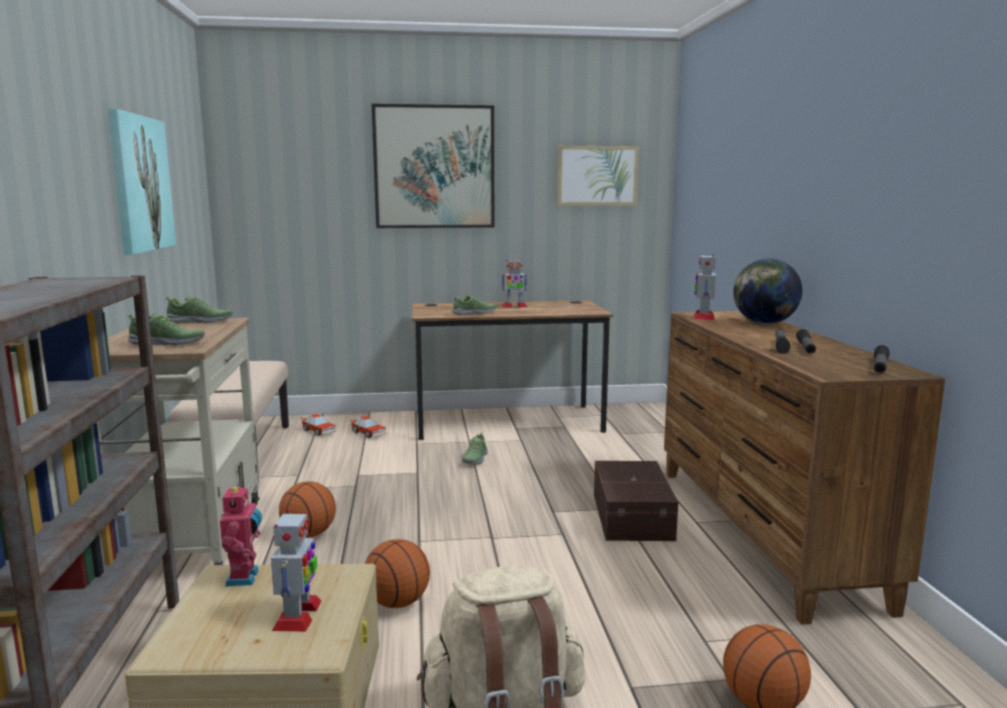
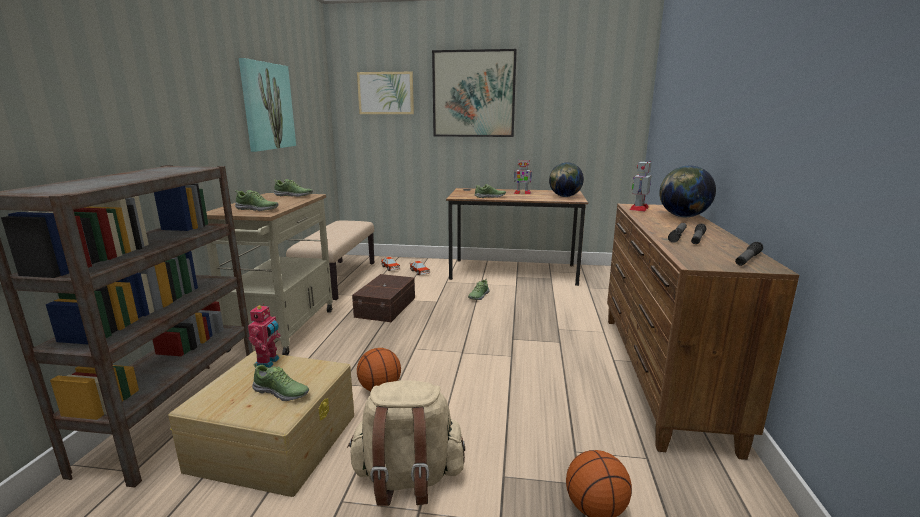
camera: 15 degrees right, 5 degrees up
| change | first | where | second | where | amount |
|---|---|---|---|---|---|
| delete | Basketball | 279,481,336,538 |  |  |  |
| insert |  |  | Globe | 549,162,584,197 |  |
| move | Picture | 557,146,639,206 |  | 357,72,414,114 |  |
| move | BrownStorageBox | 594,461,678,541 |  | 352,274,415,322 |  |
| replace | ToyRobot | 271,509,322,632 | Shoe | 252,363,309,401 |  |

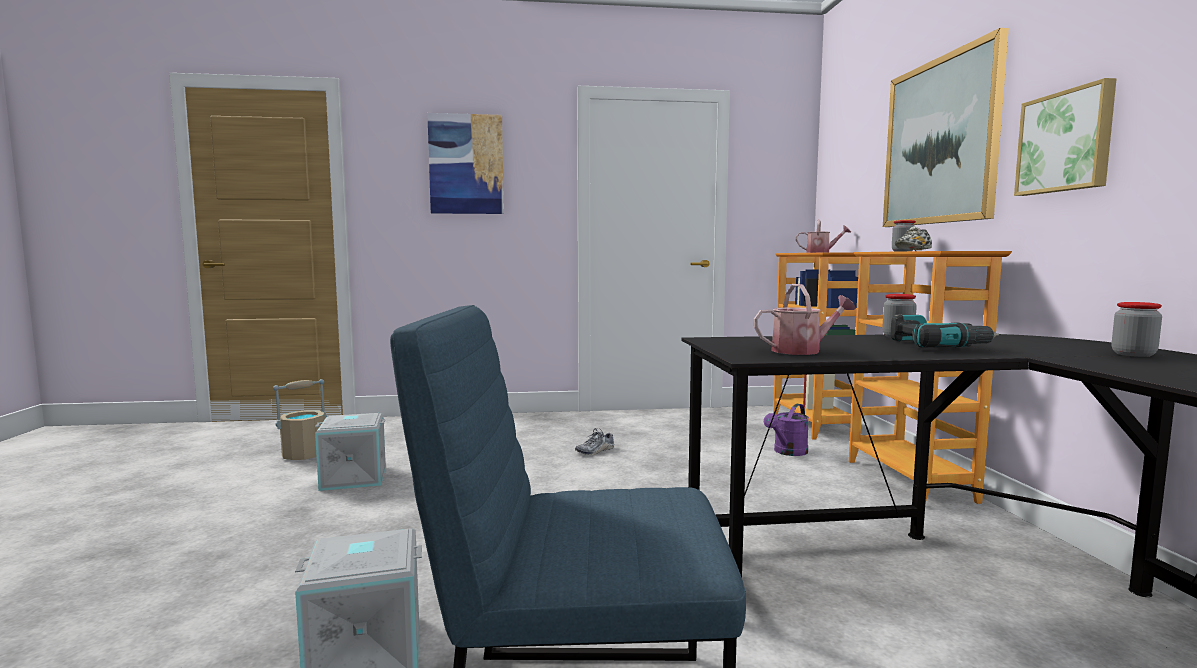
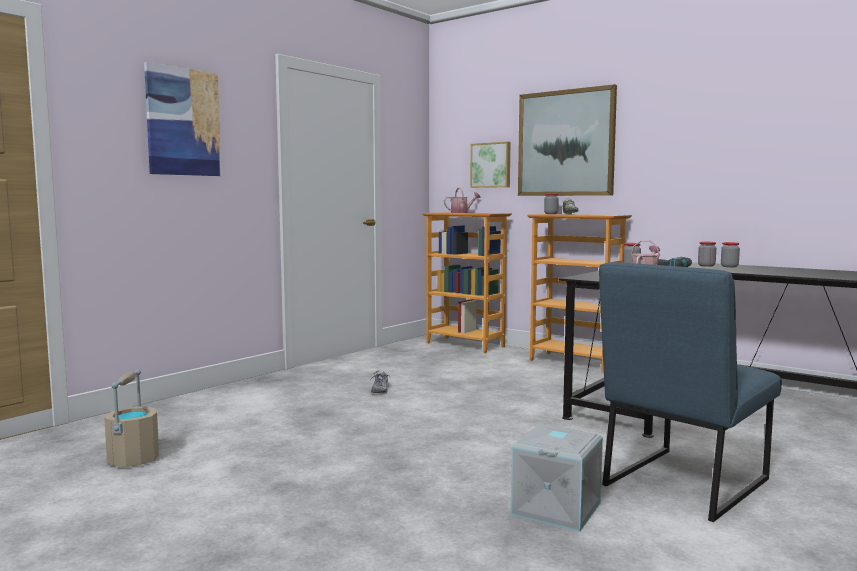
camera: 45 degrees left, 0 degrees up
| change | first | where | second | where | amount |
|---|---|---|---|---|---|
| delete | GreyStorageBox | 315,413,386,491 |  |  |  |
| delete | PurpleWateringCan | 764,404,809,456 |  |  |  |
| insert |  |  | Jar | 698,242,716,267 |  |
| move | Picture | 1014,78,1117,196 |  | 470,142,510,188 |  |

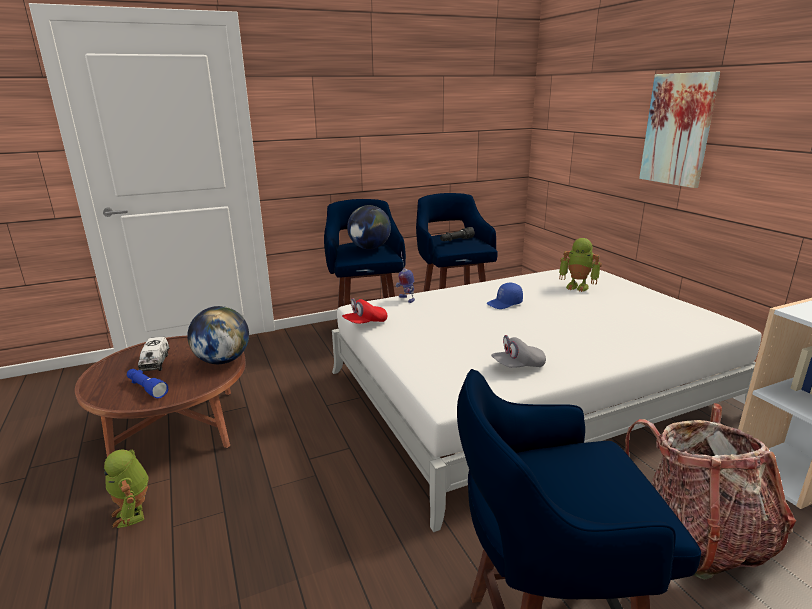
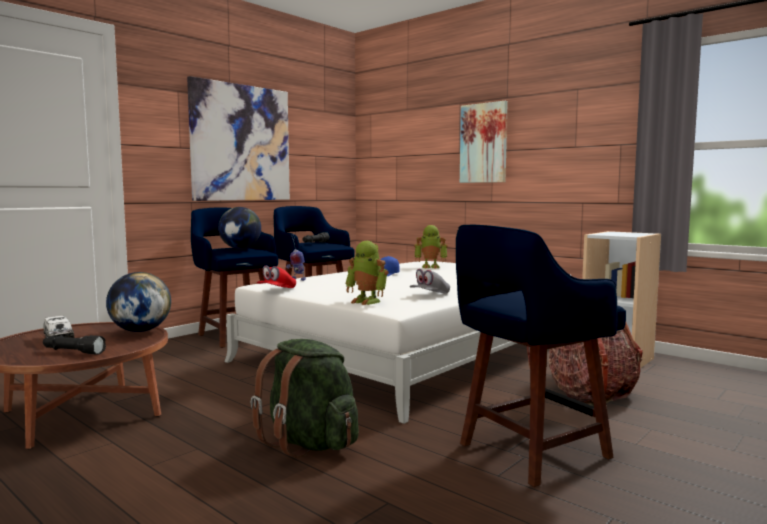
camera: 25 degrees left, 15 degrees down
| change | first | where | second | where | amount |
|---|---|---|---|---|---|
| insert |  |  | Picture | 187,76,290,201 |  |
| insert |  |  | GreenBackpack | 250,339,359,458 |  |
| move | ToyRobot | 104,450,149,528 |  | 346,241,389,305 |  |
| recolor | BlueFlashlight | 127,369,169,398 | BlackFlashlight | 43,335,106,355 |  |

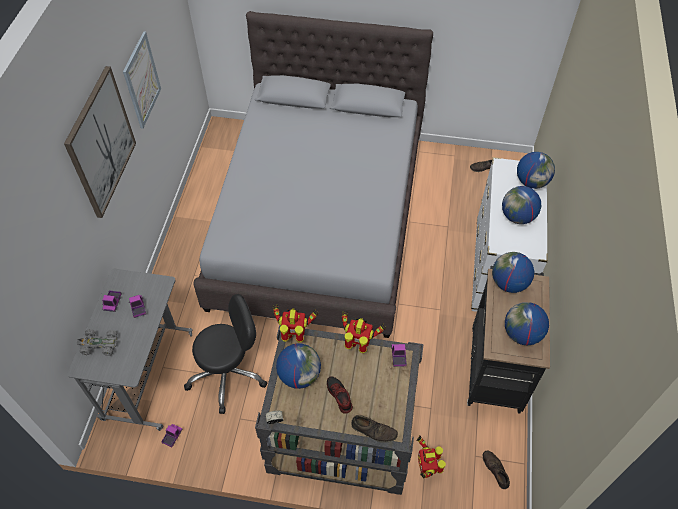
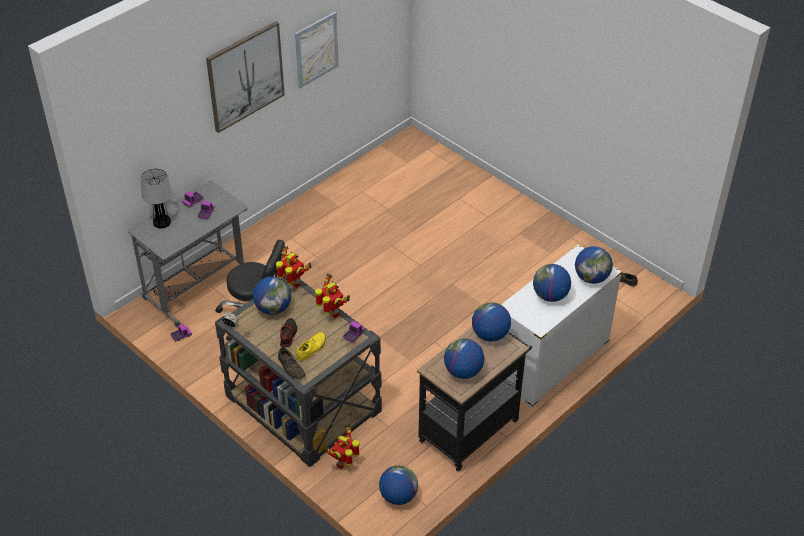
camera: 35 degrees right, 10 degrees down
| change | first | where | second | where | amount |
|---|---|---|---|---|---|
| delete | GreyBed | 193,11,433,338 |  |  |  |
| insert |  |  | YellowShoe | 296,332,326,360 |  |
| replace | GreyToyCar | 77,329,118,356 | TableLamp | 140,168,172,229 |  |
| replace | BrownShoe | 483,451,510,489 | Globe | 379,465,418,505 |  |

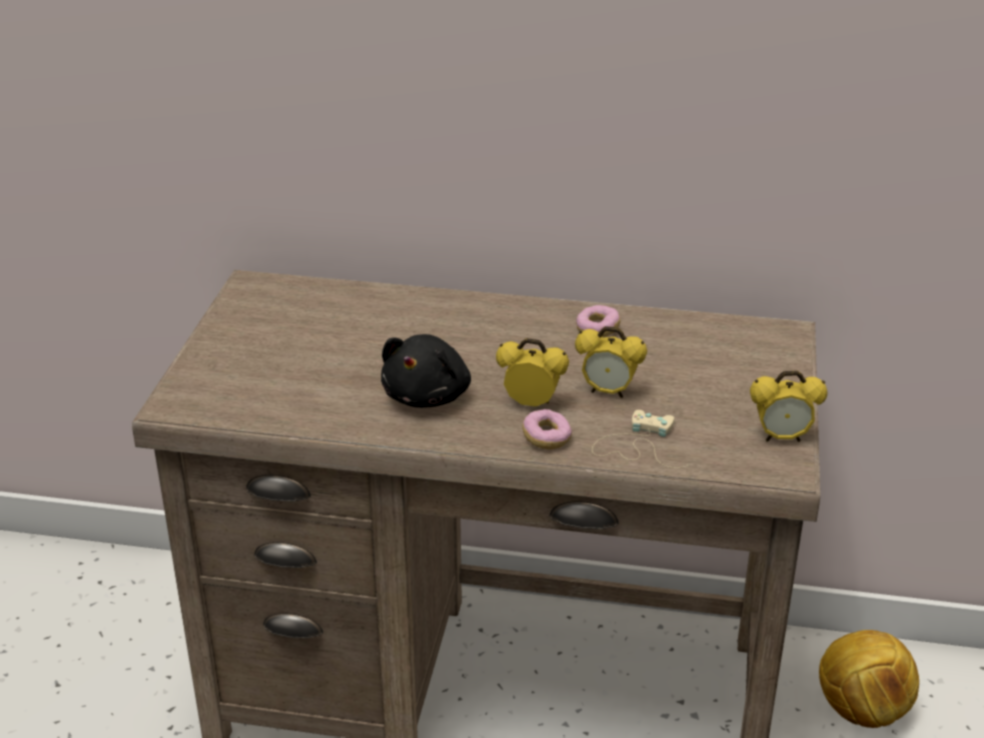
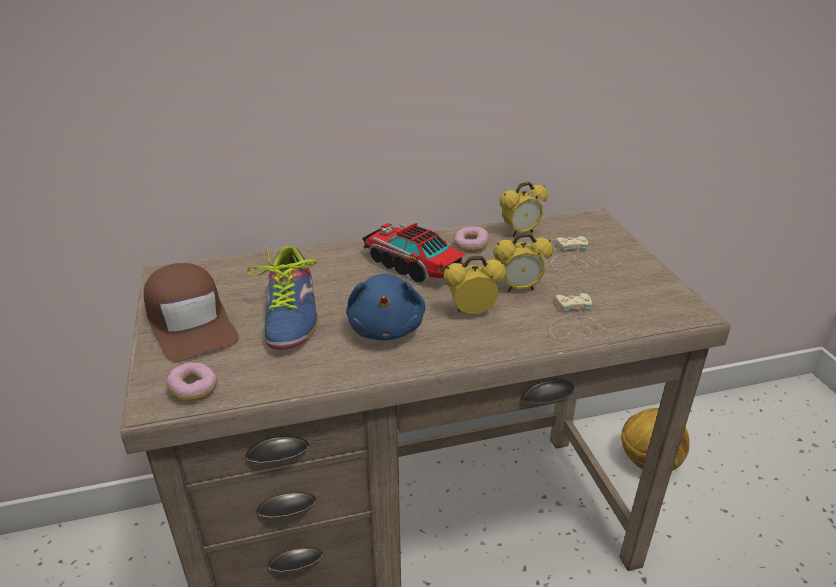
camera: 25 degrees left, 0 degrees up
| change | first | where | second | where | amount |
|---|---|---|---|---|---|
| insert |  |  | BrownCap | 144,263,239,362 |  |
| insert |  |  | Shoe | 247,244,318,350 |  |
| insert |  |  | ToyTruck | 362,223,465,285 |  |
| insert |  |  | BeigeGameController | 551,236,622,271 |  |
| move | Donut | 522,409,572,449 |  | 166,362,217,402 |  |
| move | AlarmClock | 750,371,827,442 |  | 500,181,548,237 |  |
| recolor | BlackPlushToy | 381,334,471,408 | BluePlushToy | 346,274,426,340 |  |

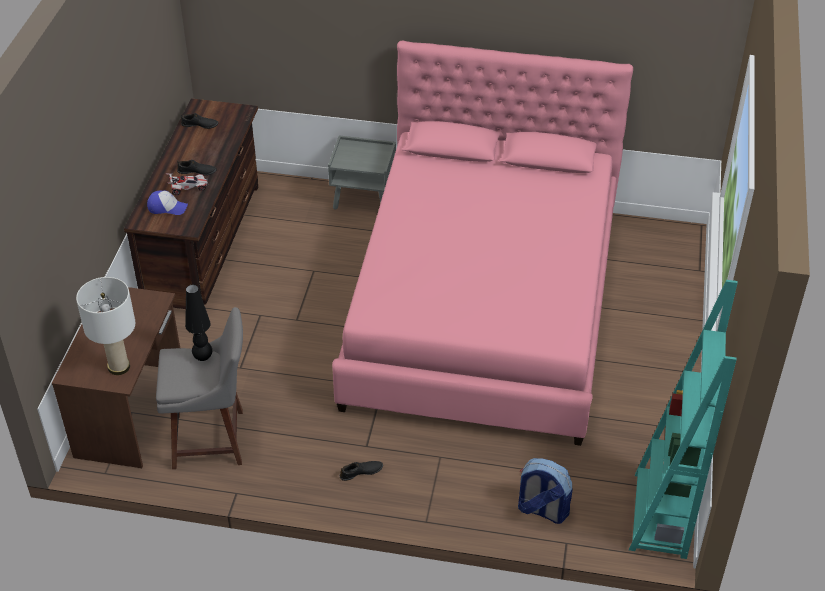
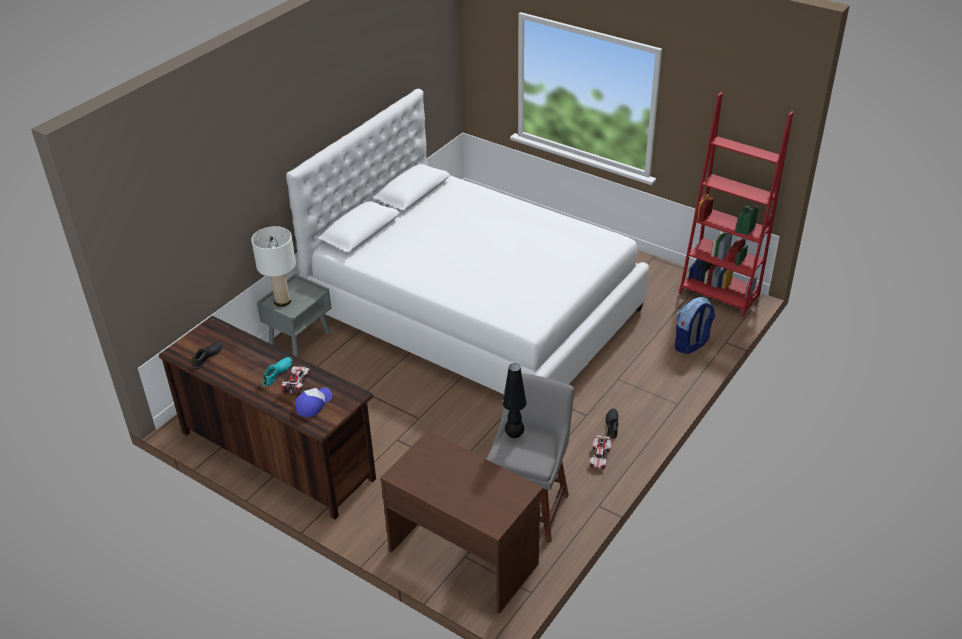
camera: 65 degrees left, 5 degrees down
| change | first | where | second | where | amount |
|---|---|---|---|---|---|
| insert |  |  | ToyCar | 590,432,612,470 |  |
| move | WhiteTableLamp | 76,277,135,375 |  | 251,226,296,307 |  |
| recolor | BlackShoe | 177,160,217,176 | TurquoiseShoe | 262,357,292,386 |  |
| recolor | PinkBed | 332,40,633,446 | WhiteBed | 286,89,649,394 |  |
| recolor | TurquoiseBookcase | 629,280,738,559 | RedBookcase | 679,92,794,317 |  |

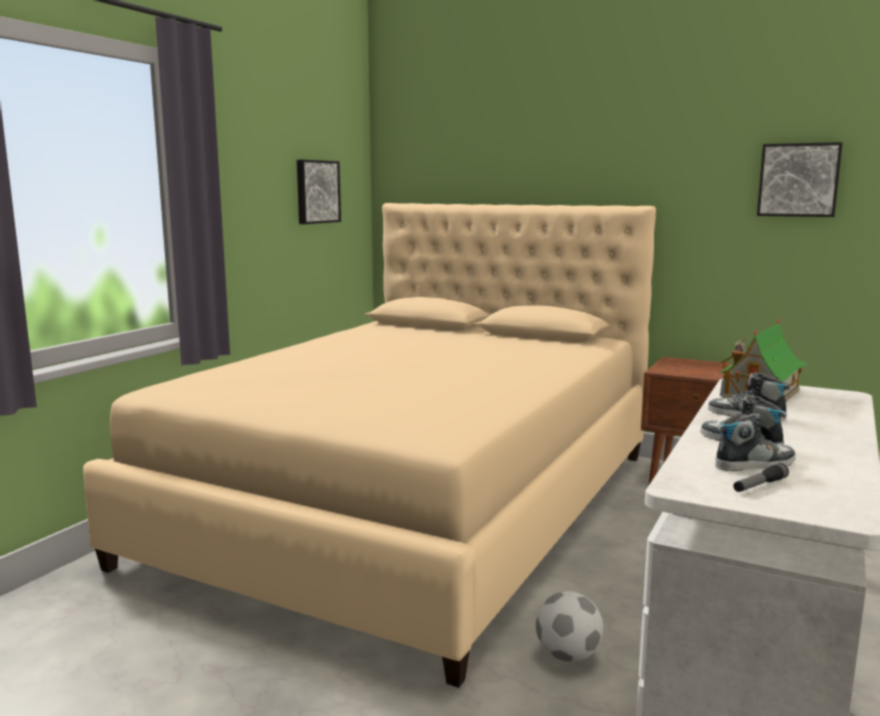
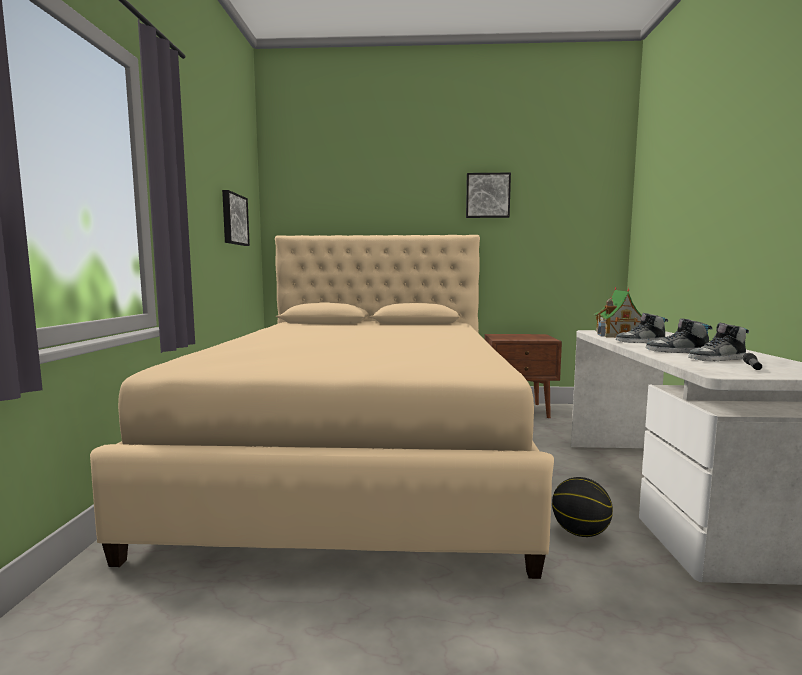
camera: 25 degrees left, 5 degrees down
| change | first | where | second | where | amount |
|---|---|---|---|---|---|
| move | Picture | 757,142,843,217 |  | 466,173,511,218 |  |
| replace | Football | 536,591,603,662 | Basketball | 552,477,613,537 |  |
| rotate | Shoe | 715,413,796,471 |  | 688,323,749,361 | 150 degrees counterclockwise |

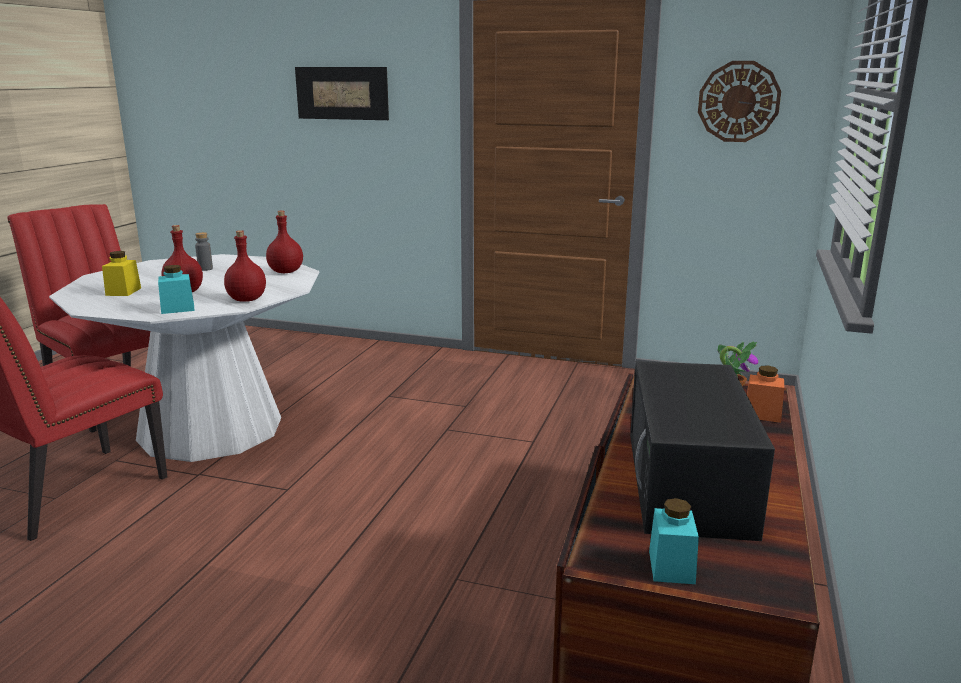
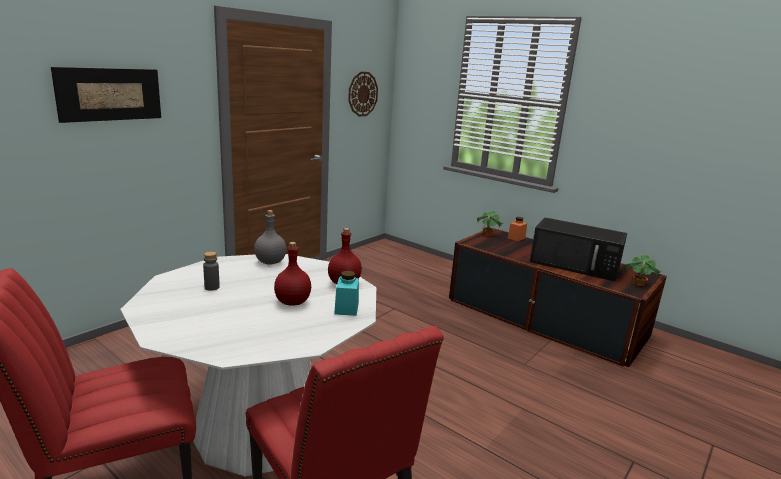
camera: 70 degrees left, 0 degrees up
| change | first | where | second | where | amount |
|---|---|---|---|---|---|
| delete | YellowJar | 102,251,141,296 |  |  |  |
| replace | TurquoiseJar | 649,498,699,584 | PottedPlant | 625,254,661,286 |  |
| recolor | RedBottle | 266,211,303,273 | GreyBottle | 254,210,286,265 |  |

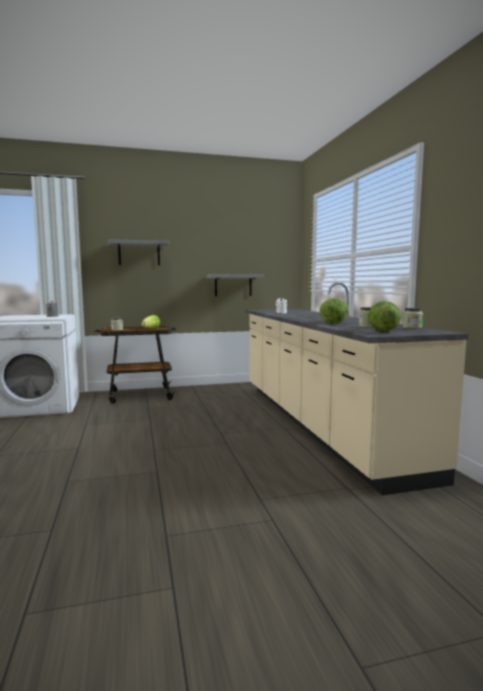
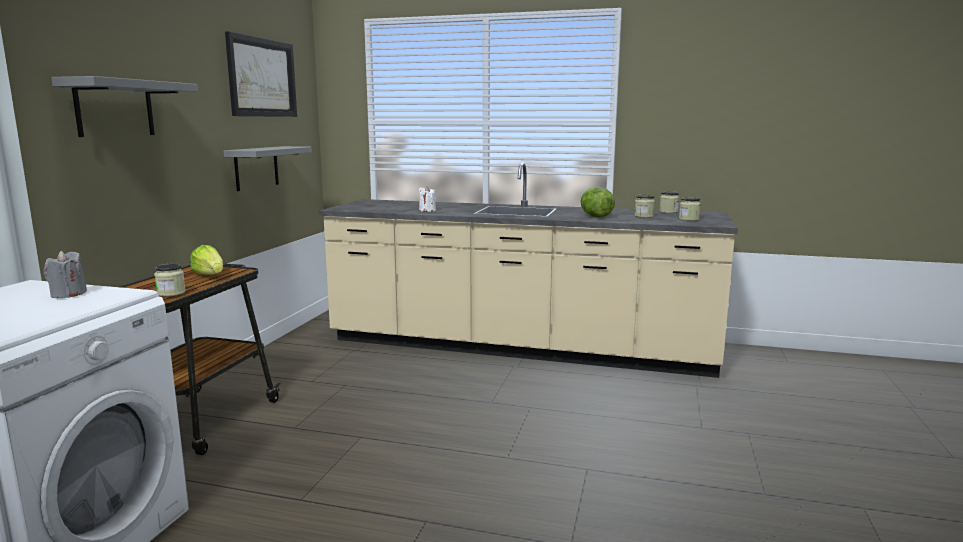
camera: 60 degrees left, 5 degrees up
| change | first | where | second | where | amount |
|---|---|---|---|---|---|
| insert |  |  | Picture | 225,31,297,117 |  |
| replace | Lettuce | 368,301,401,331 | Jar | 679,197,701,221 |  |

